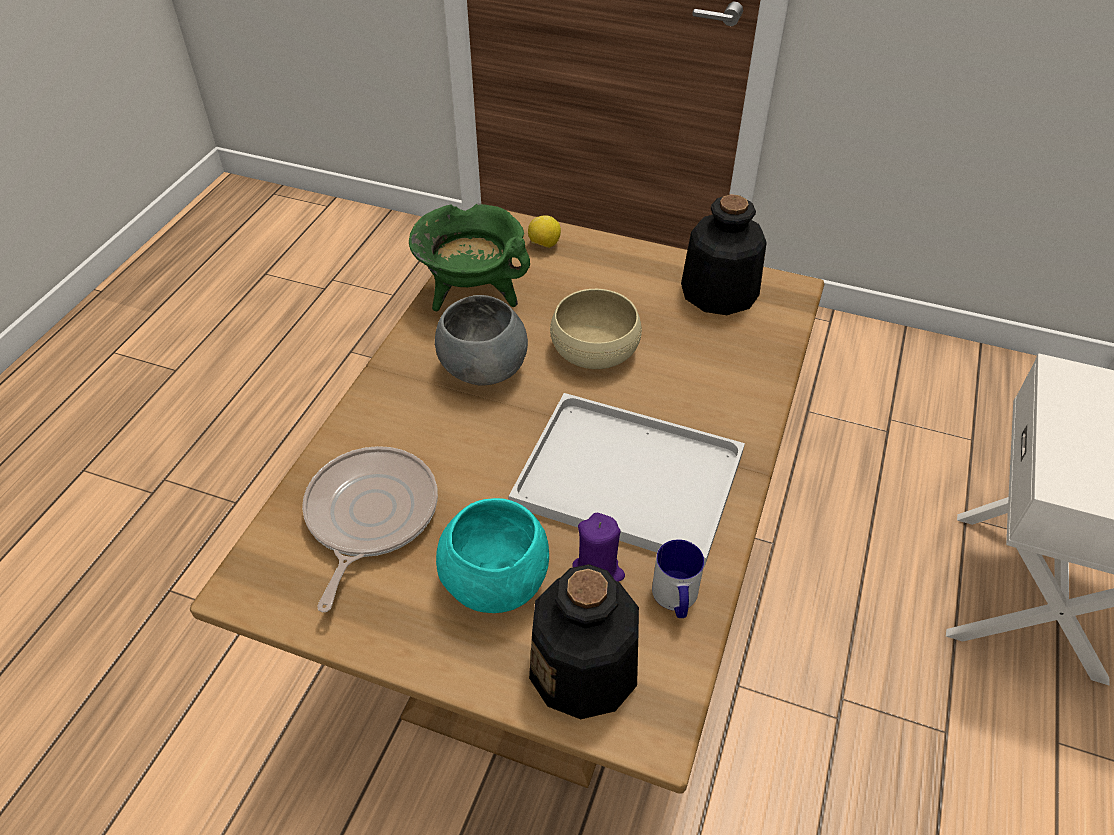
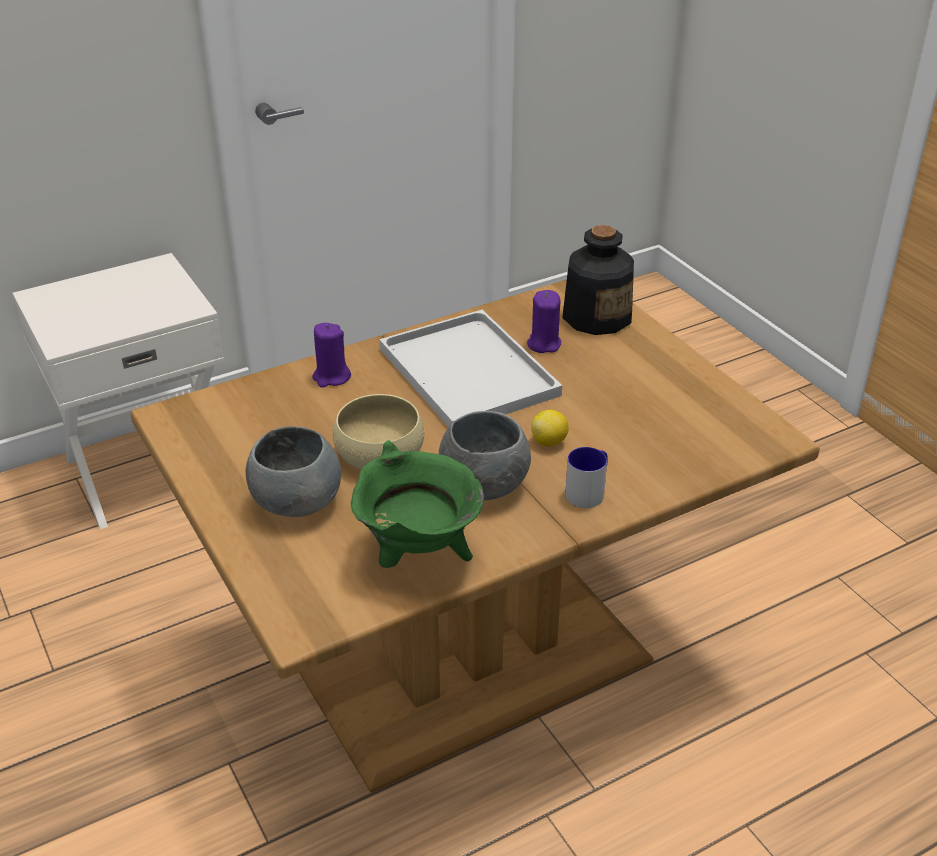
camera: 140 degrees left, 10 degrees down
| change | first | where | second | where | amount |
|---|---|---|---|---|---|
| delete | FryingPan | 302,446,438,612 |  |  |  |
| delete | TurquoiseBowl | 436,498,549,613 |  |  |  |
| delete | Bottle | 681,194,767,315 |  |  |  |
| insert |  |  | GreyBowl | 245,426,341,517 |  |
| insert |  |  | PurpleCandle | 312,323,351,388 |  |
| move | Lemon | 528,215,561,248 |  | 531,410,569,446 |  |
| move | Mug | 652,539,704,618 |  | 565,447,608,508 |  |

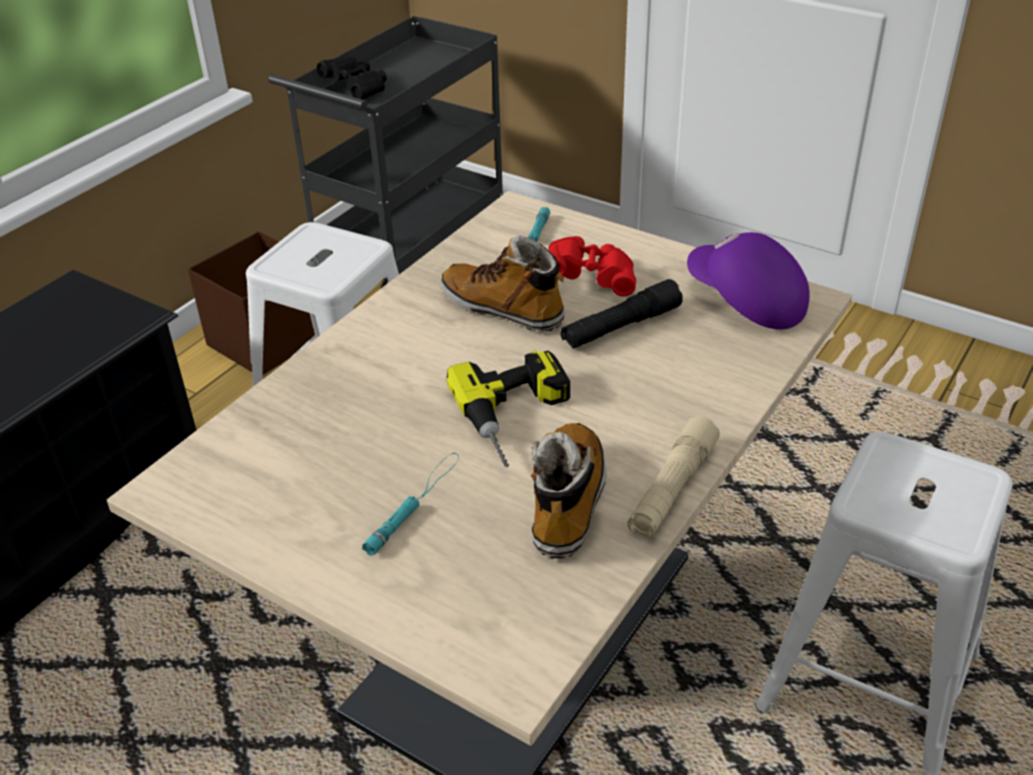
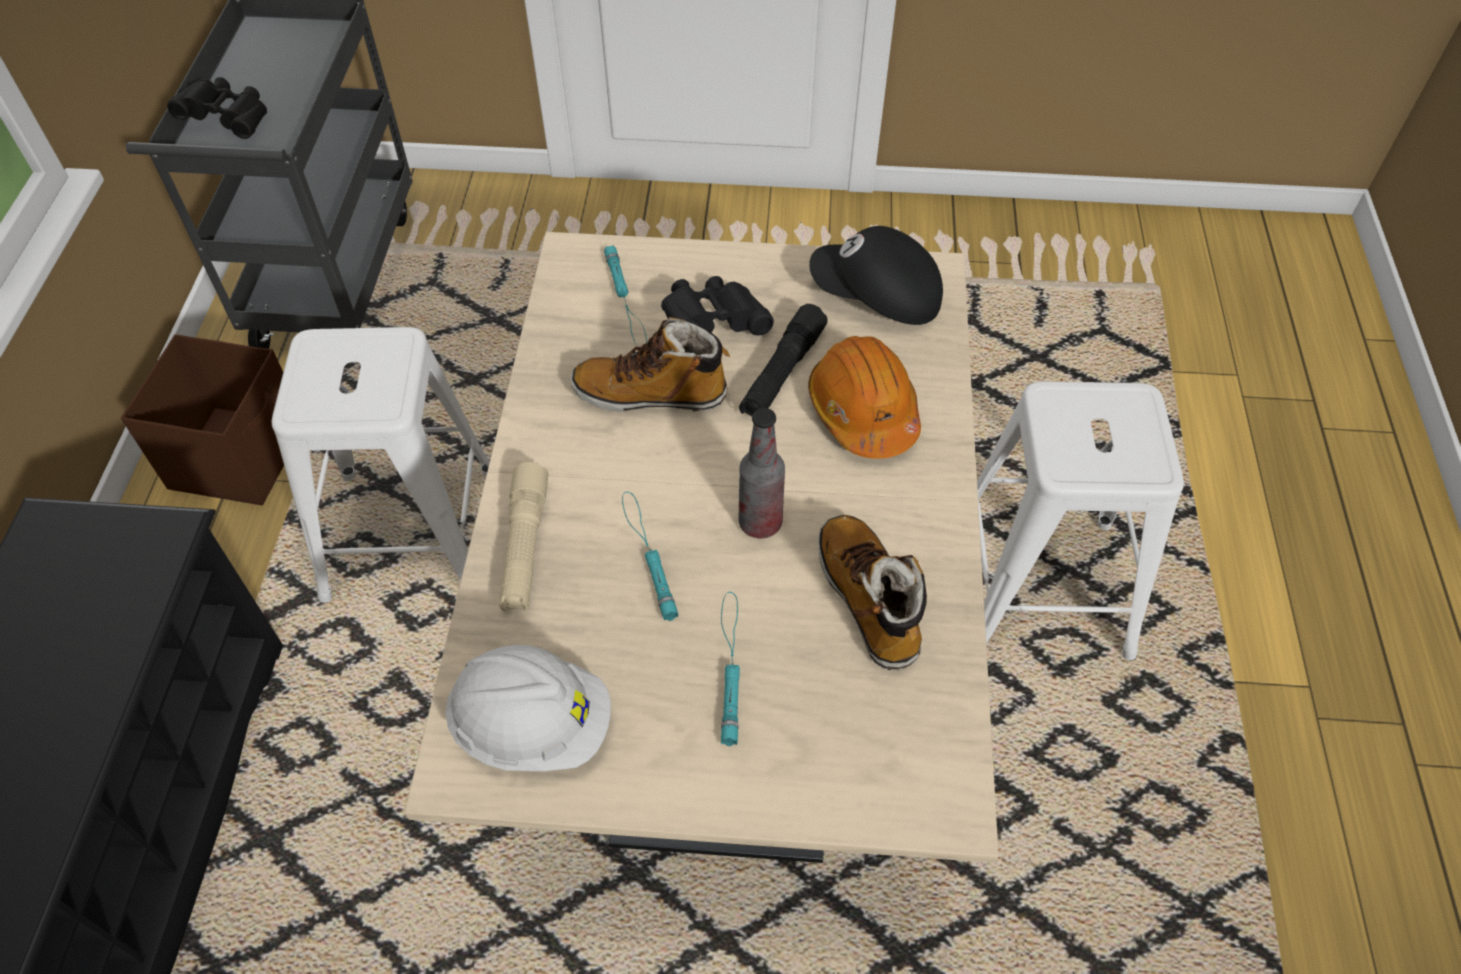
camera: 30 degrees left, 15 degrees up
| change | first | where | second | where | amount |
|---|---|---|---|---|---|
| insert |  |  | WhiteHardHat | 445,645,611,771 |  |
| insert |  |  | TurquoiseFlashlight | 622,492,678,621 |  |
| insert |  |  | OrangeHardHat | 808,336,921,459 |  |
| move | BeigeFlashlight | 627,416,720,538 |  | 499,462,548,611 |  |
| replace | PowerDrill | 447,350,570,467 | Bottle | 738,408,785,538 |  |
| recolor | RedBinoculars | 548,236,636,297 | BlackBinoculars | 661,276,774,336 |  |
| recolor | PurpleCap | 687,232,809,330 | BlackCap | 809,226,943,325 |  |

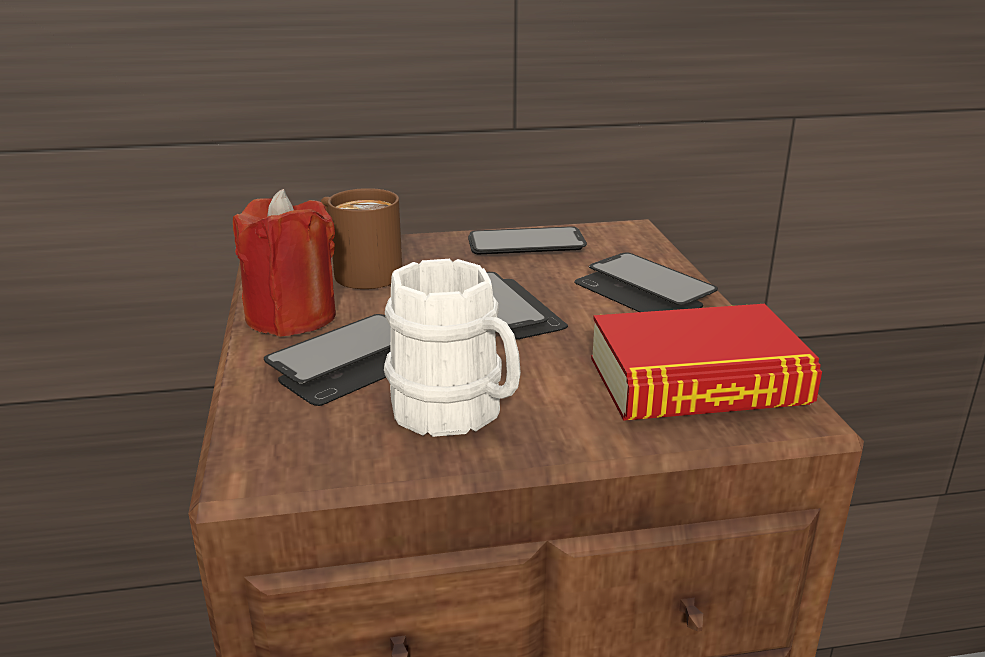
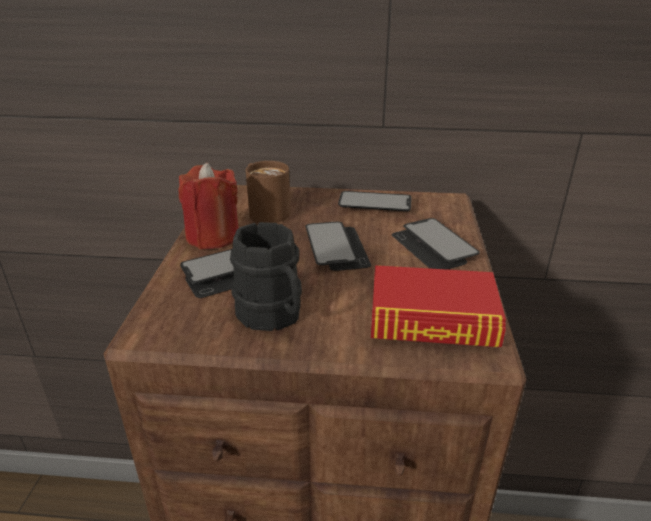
camera: 15 degrees right, 5 degrees up
| change | first | where | second | where | amount |
|---|---|---|---|---|---|
| recolor | WhiteMug | 384,259,521,437 | BlackMug | 230,222,302,331 |  |

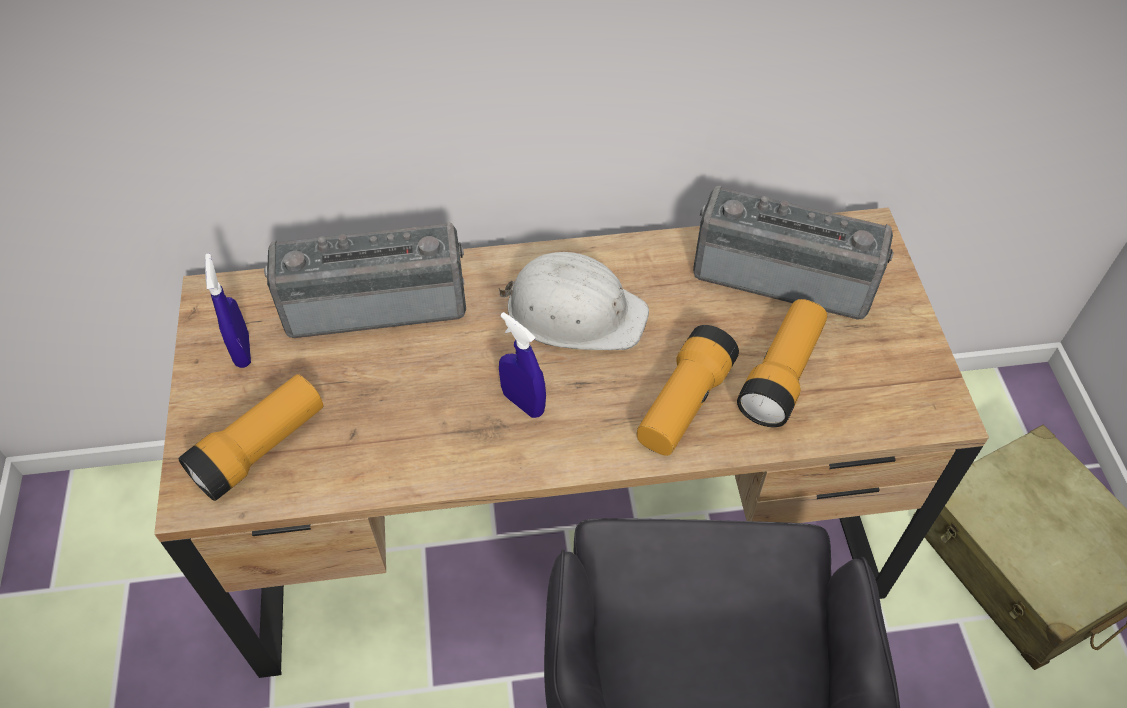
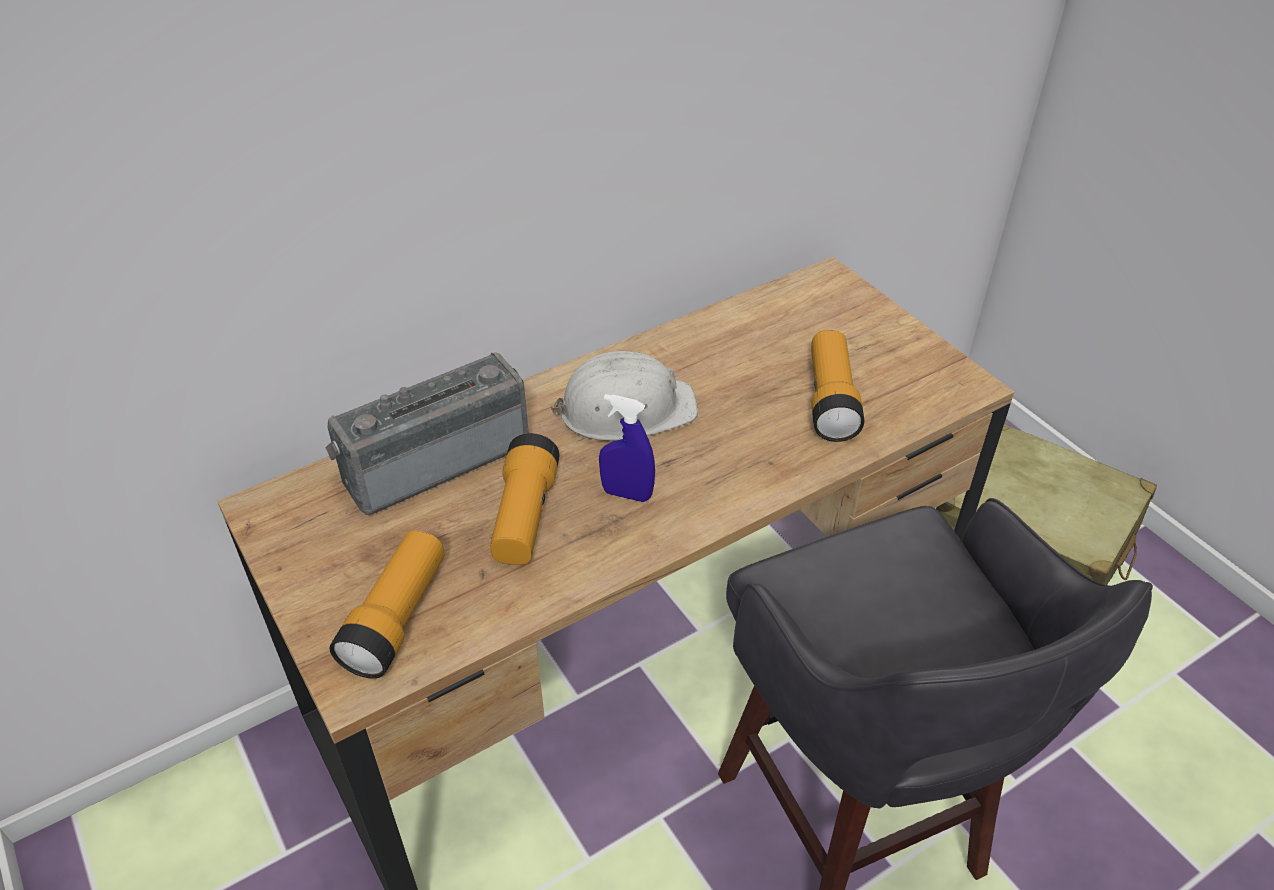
camera: 25 degrees left, 10 degrees down
| change | first | where | second | where | amount |
|---|---|---|---|---|---|
| delete | BlueSprayBottle | 205,253,251,368 |  |  |  |
| delete | Radio | 693,186,894,319 |  |  |  |
| move | Flashlight | 637,325,739,456 |  | 490,433,560,565 |  |

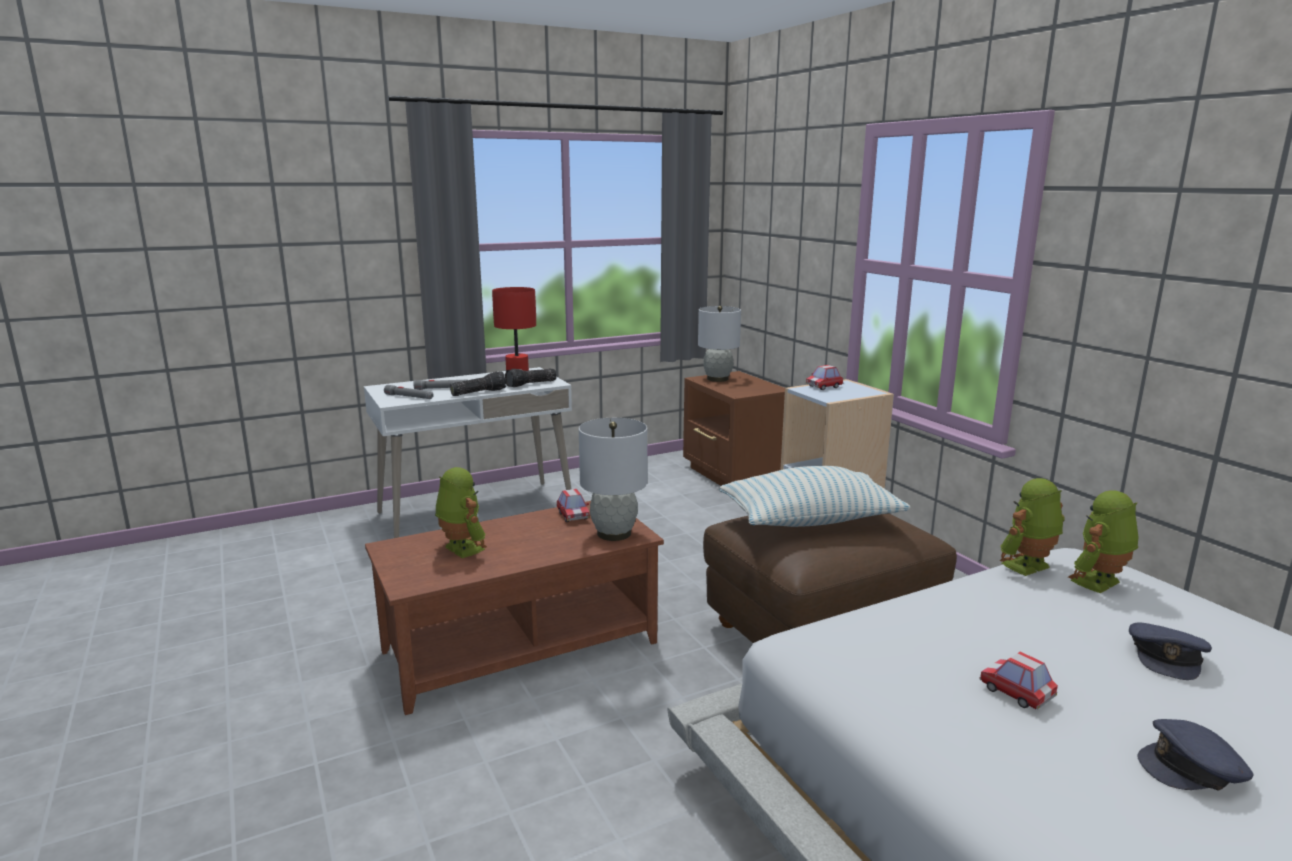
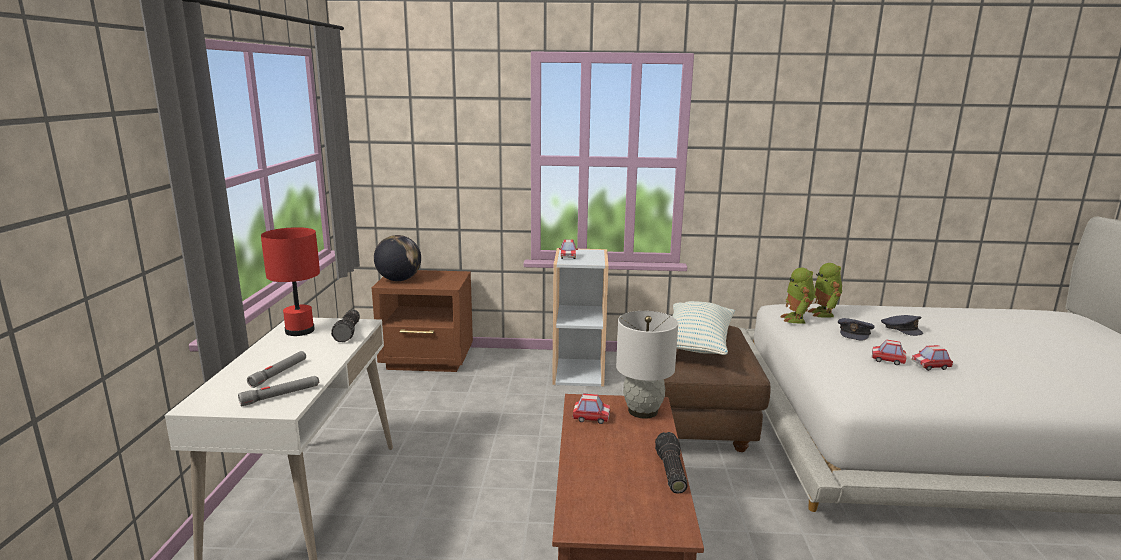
camera: 60 degrees left, 0 degrees up
| change | first | where | second | where | amount |
|---|---|---|---|---|---|
| delete | ToyRobot | 435,467,487,558 |  |  |  |
| insert |  |  | ToyCar | 872,340,906,365 |  |
| move | Flashlight | 450,372,506,396 |  | 655,432,687,494 |  |
| move | GreyCap | 1137,719,1253,790 |  | 838,318,874,340 |  |
| replace | WhiteTableLamp | 698,306,741,382 | Globe | 374,235,421,281 |  |

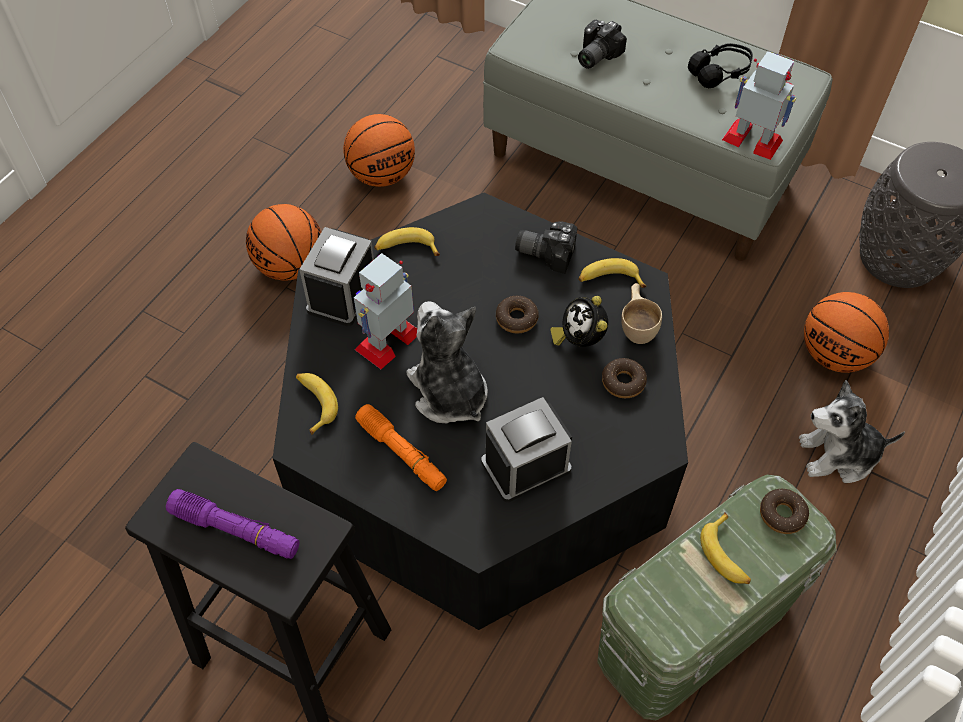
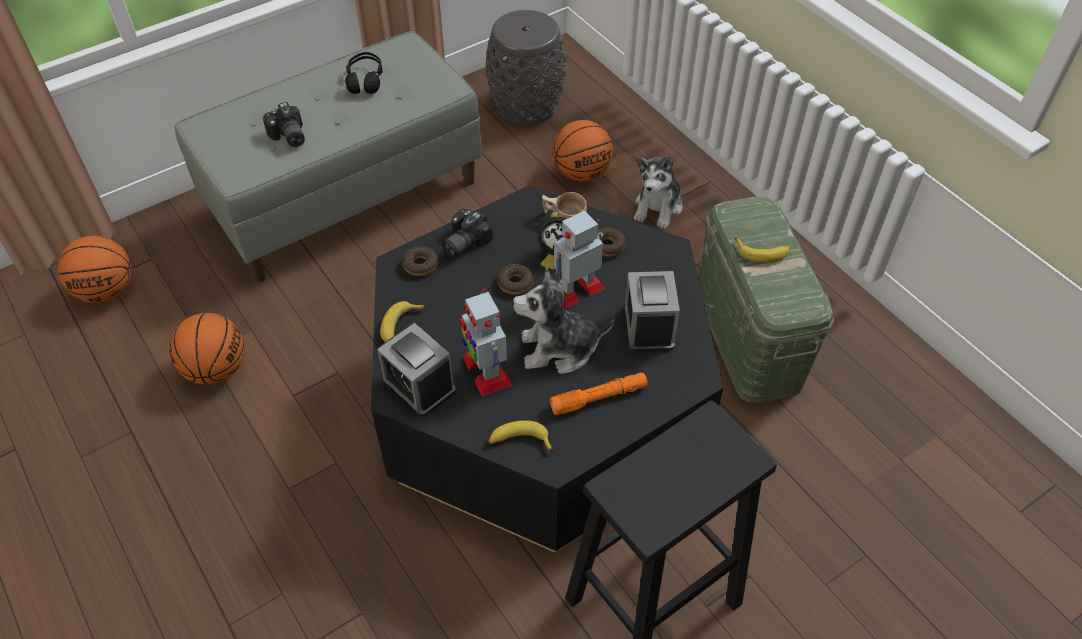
camera: 65 degrees left, 5 degrees down
| change | first | where | second | where | amount |
|---|---|---|---|---|---|
| delete | PurpleFlashlight | 166,489,299,559 |  |  |  |
| delete | Banana | 578,258,646,288 |  |  |  |
| move | Basketball | 246,204,321,281 |  | 58,236,131,303 |  |
| move | ToyRobot | 722,51,796,160 |  | 554,210,605,309 |  |
| move | Donut | 760,489,809,534 |  | 402,246,438,276 |  |

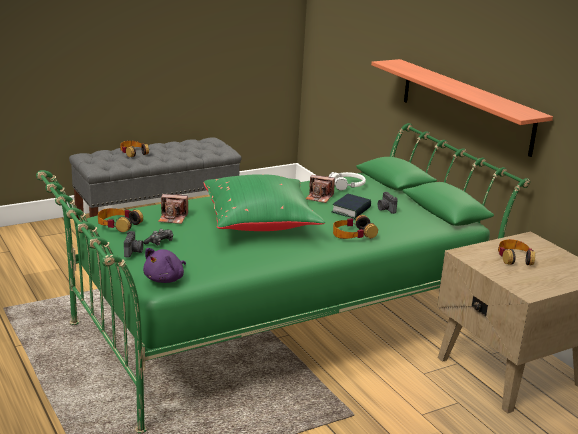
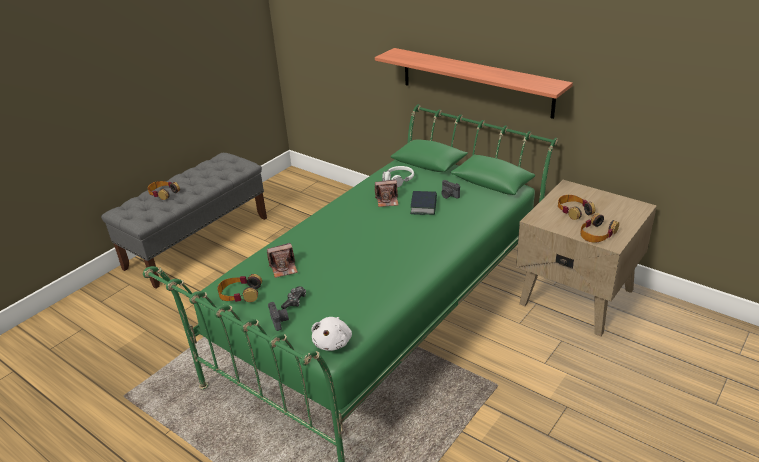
camera: 20 degrees left, 10 degrees up
| change | first | where | second | where | amount |
|---|---|---|---|---|---|
| delete | GreenPillow | 204,174,325,231 |  |  |  |
| move | Headphones | 333,215,378,239 |  | 580,213,619,243 |  |
| recolor | PurplePlushToy | 143,248,186,283 | WhitePlushToy | 311,317,352,351 |  |

